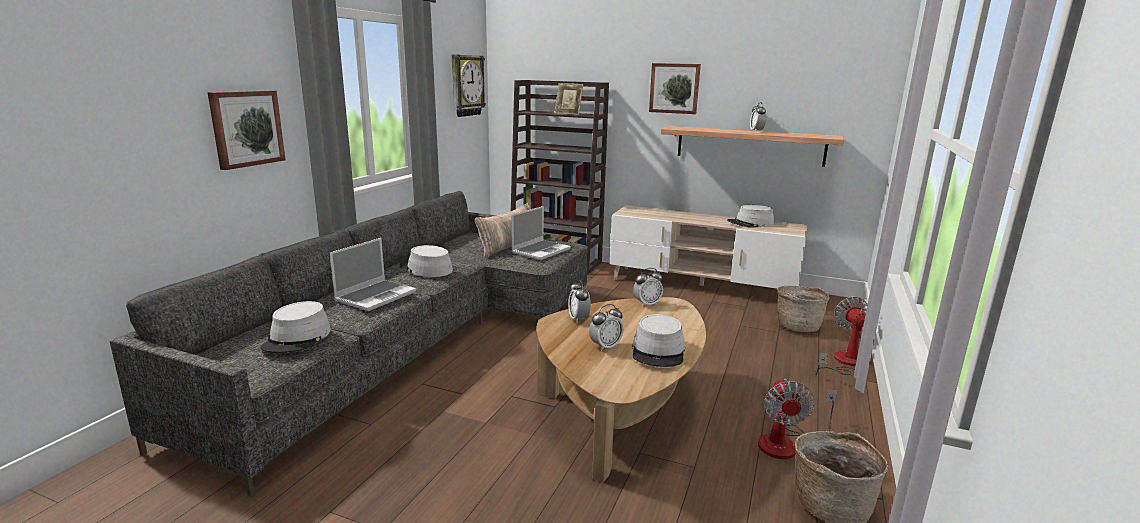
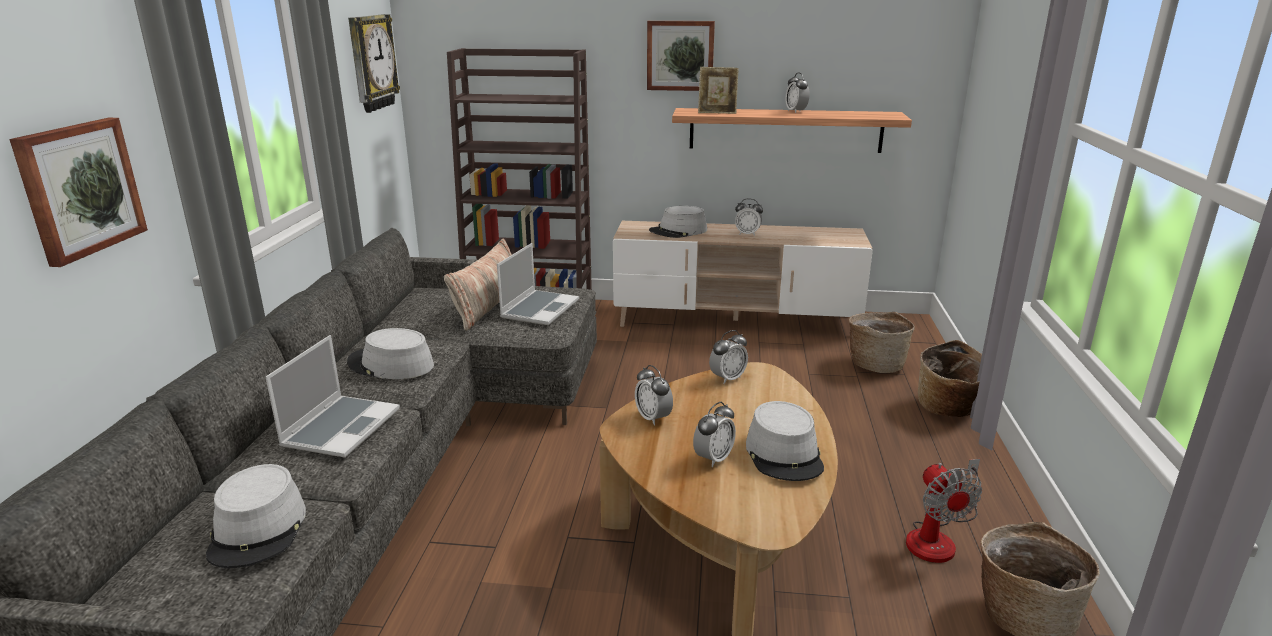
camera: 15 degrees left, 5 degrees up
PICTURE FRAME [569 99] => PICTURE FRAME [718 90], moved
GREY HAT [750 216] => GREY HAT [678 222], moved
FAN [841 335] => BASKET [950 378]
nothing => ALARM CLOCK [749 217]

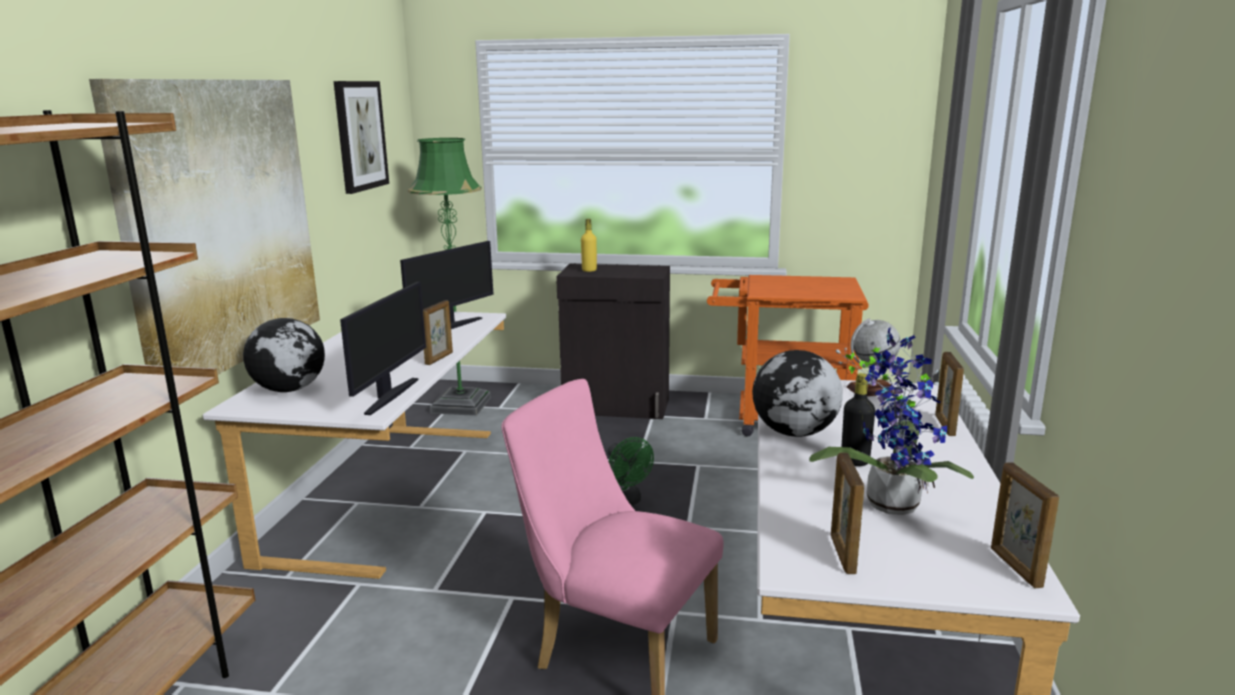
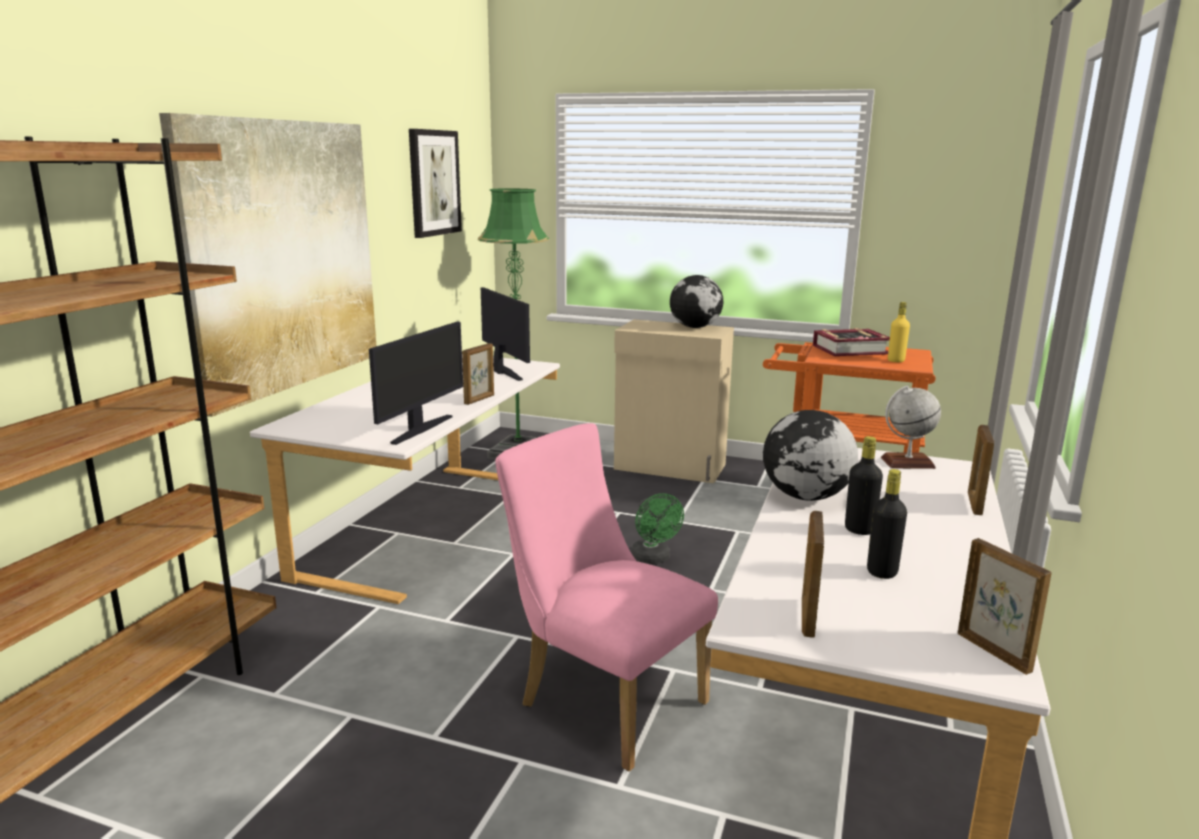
camera: 10 degrees right, 0 degrees up
GLOBE [284 355] => GLOBE [696 301], moved
MONITOR [447 285] => MONITOR [505 334], 75 degrees counterclockwise
BLACK CABINET [613 341] => BEIGE CABINET [674 401]
YELLOW BOTTLE [589 245] => YELLOW BOTTLE [899 332], moved
POTTED PLANT [891 421] => BLACK BOTTLE [887 524]
PICTURE FRAME [1025 525] => PICTURE FRAME [1005 606], 150 degrees clockwise
nothing => BOOK [851 342]

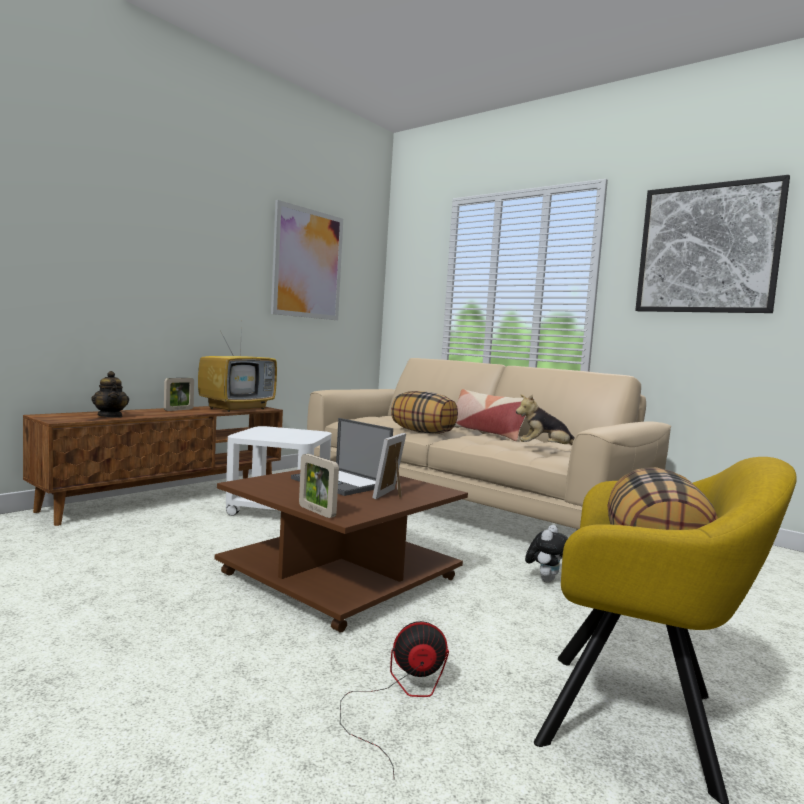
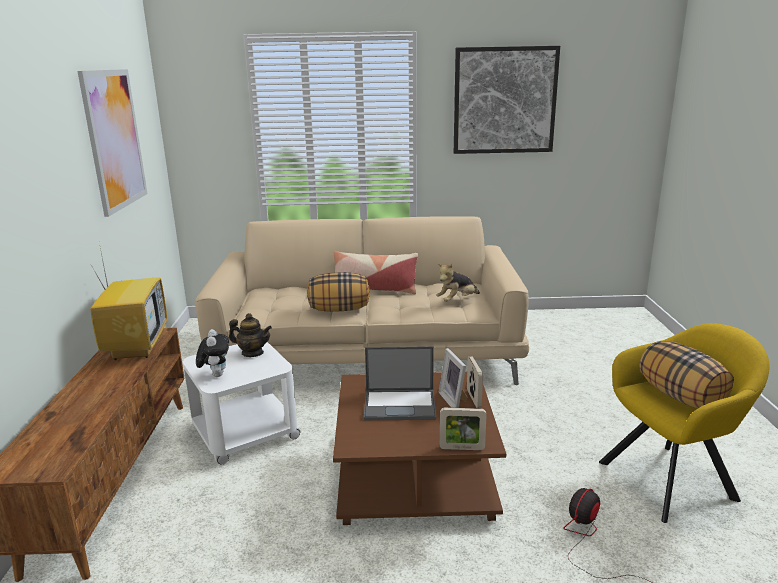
camera: 40 degrees left, 15 degrees up
TEAPOT [110 394] => TEAPOT [250 335], moved
PICTURE FRAME [179 394] => PICTURE FRAME [475 382], moved
PLUSH TOY [546 554] => PLUSH TOY [212 353], moved

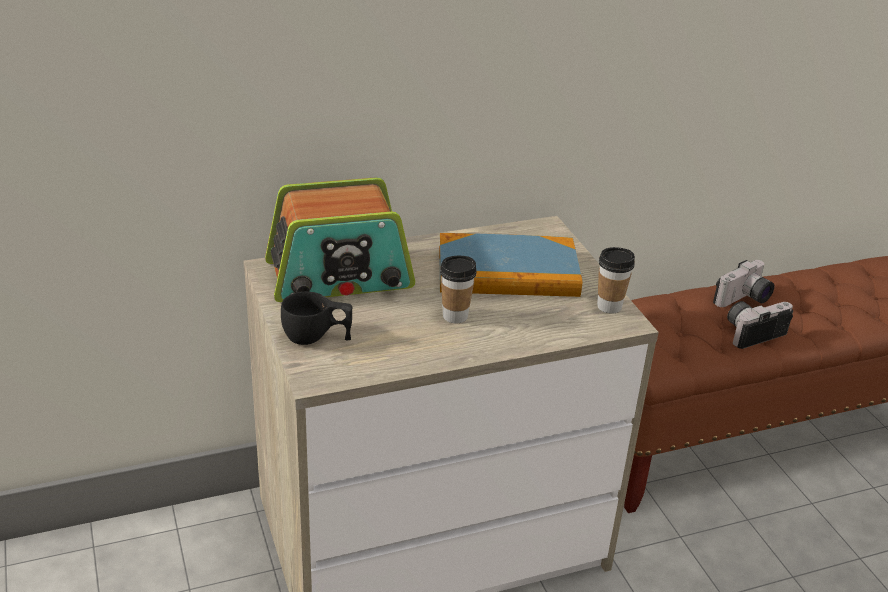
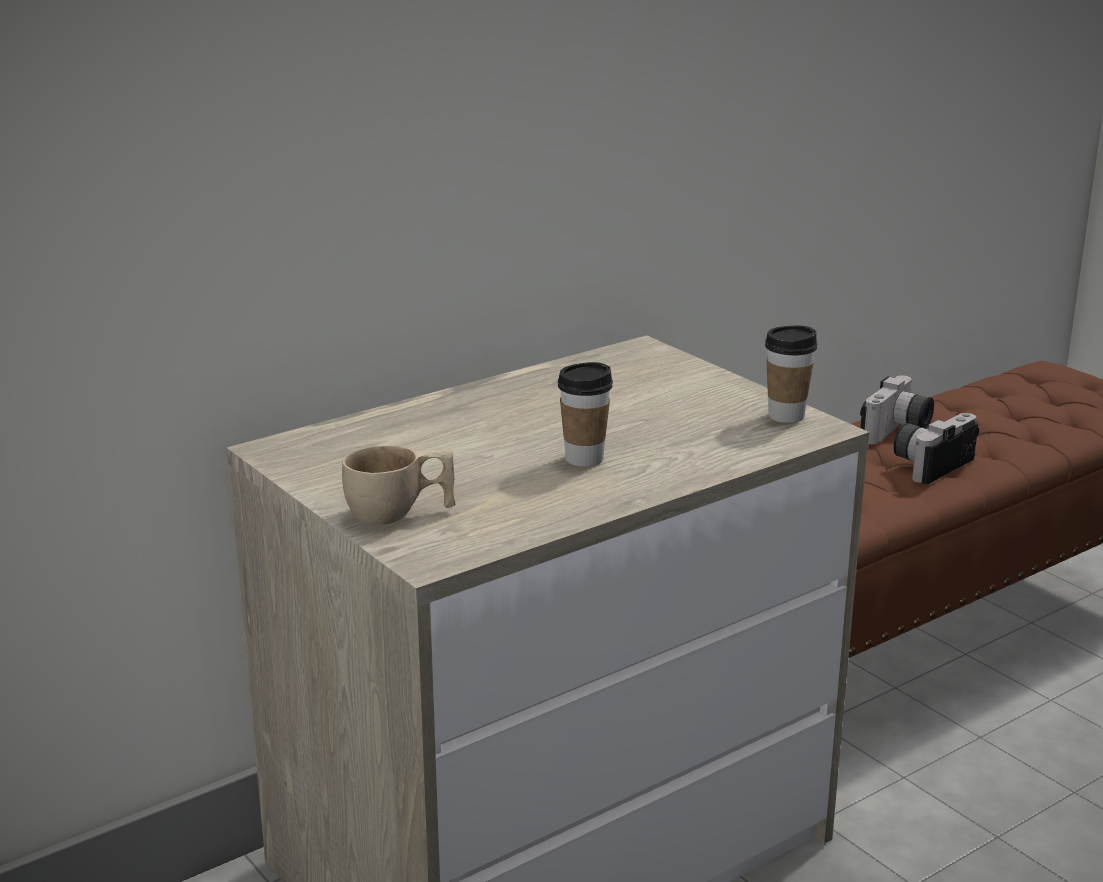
camera: 15 degrees left, 10 degrees down
RADIO [340 239] => nothing
BLACK CUP [316 318] => BEIGE CUP [398 485]
BOOK [510 265] => nothing

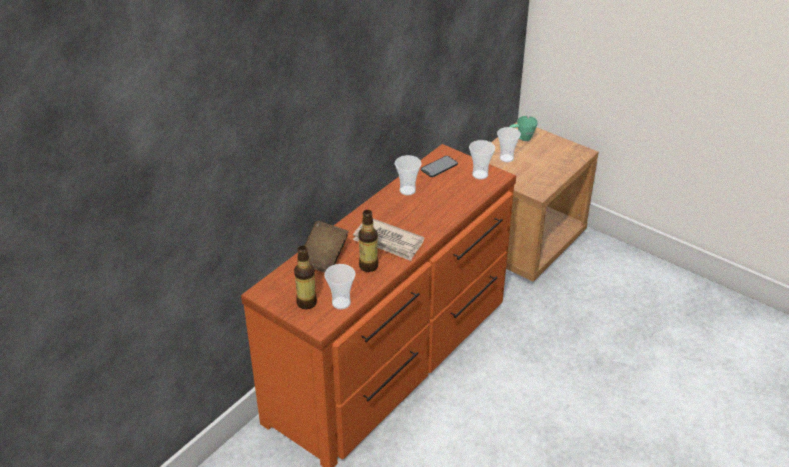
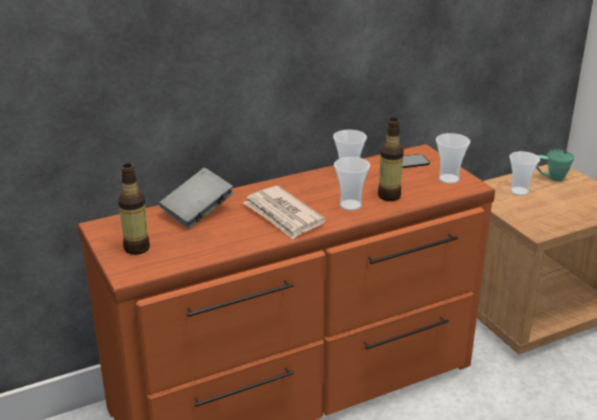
camera: 25 degrees right, 10 degrees down
BROWN BOOK [323 247] => GREY BOOK [196 198]
CUP [340 286] => CUP [352 184], moved
BOTTLE [368 241] => BOTTLE [391 159], moved

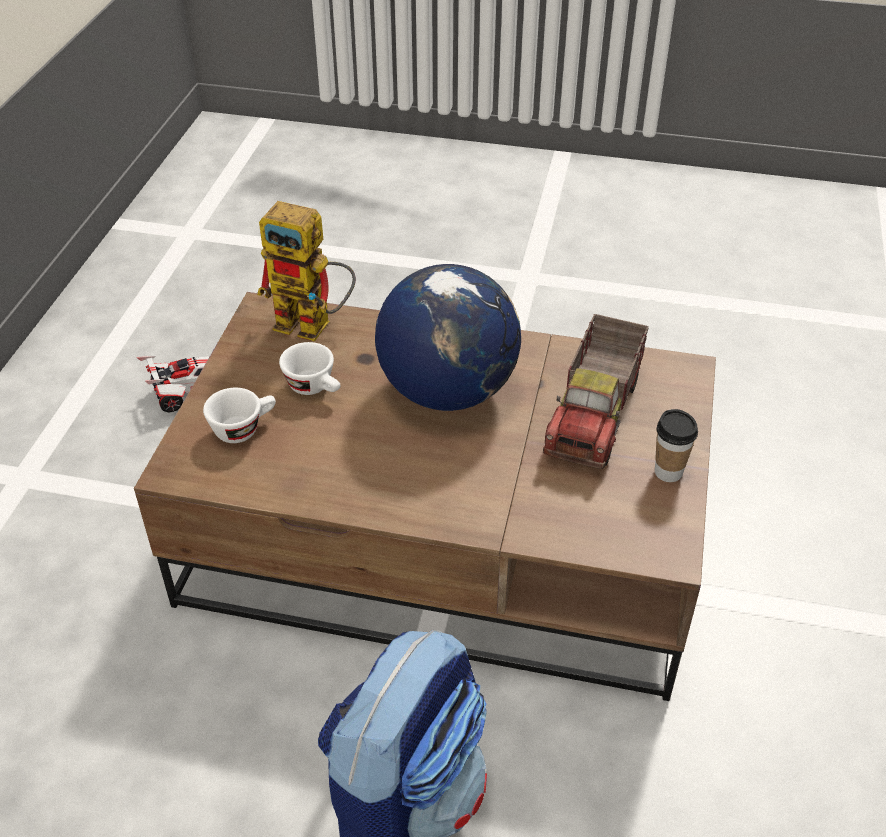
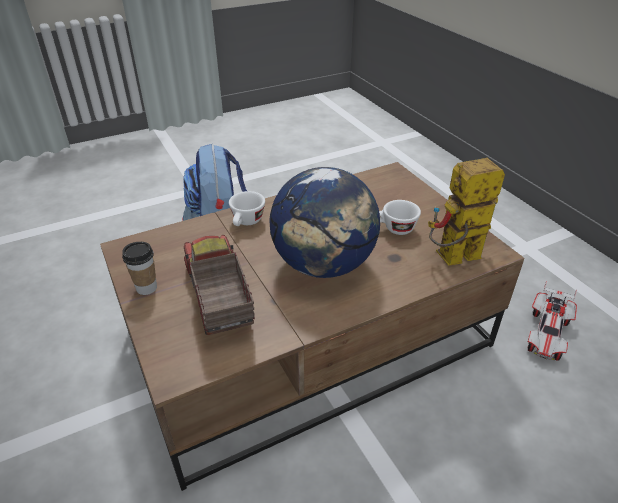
camera: 140 degrees right, 5 degrees down
WHITE CUP [239 415] => WHITE CUP [247 208], moved

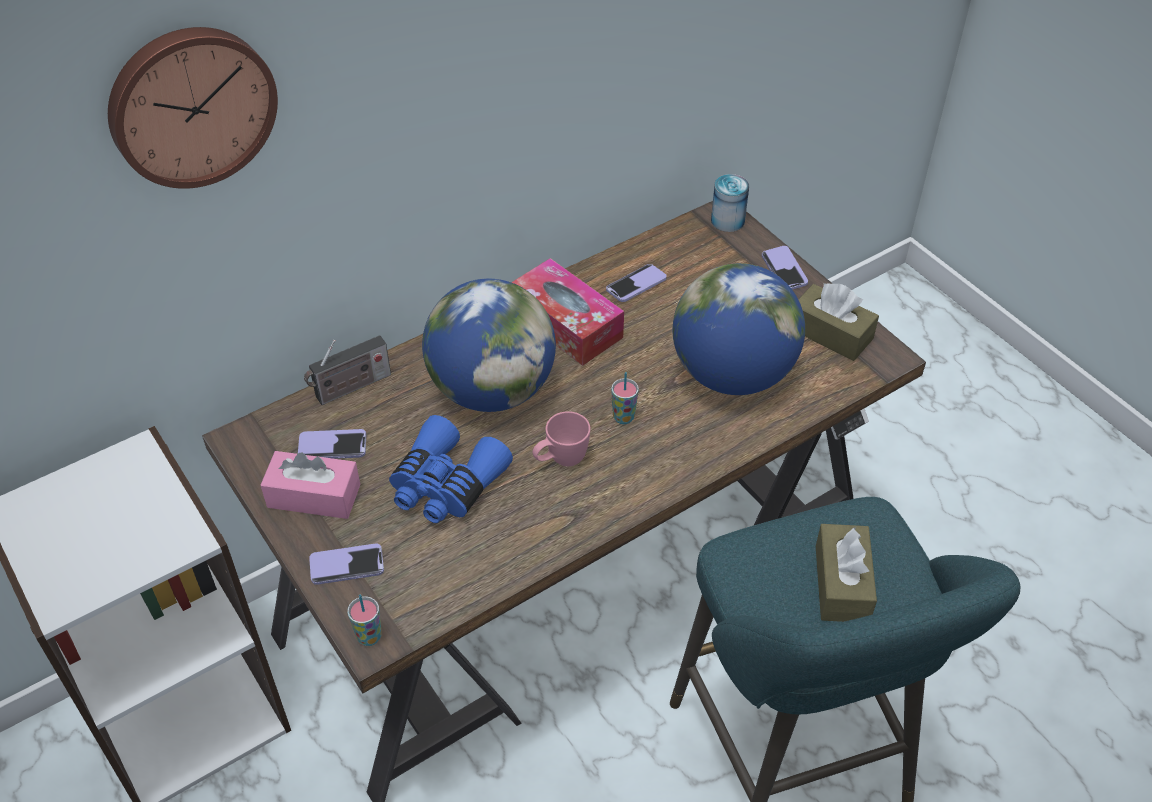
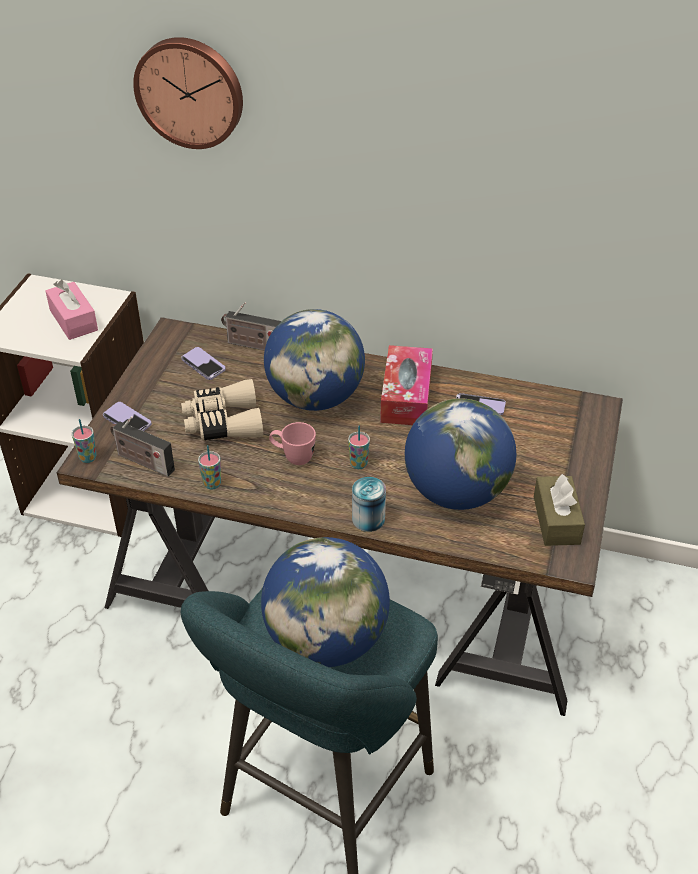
camera: 50 degrees right, 5 degrees down
PINK TISSUE BOX [311 485] => PINK TISSUE BOX [72 310], moved
BLUE BINOCULARS [451 469] => BEIGE BINOCULARS [222 410]
CAN [730 203] => CAN [369 504], moved
PHONE [785 268] => nothing
BROWN TISSUE BOX [846 573] => GLOBE [325 602]
nothing => RADIO [142 446]
nothing => CUP [209 467]

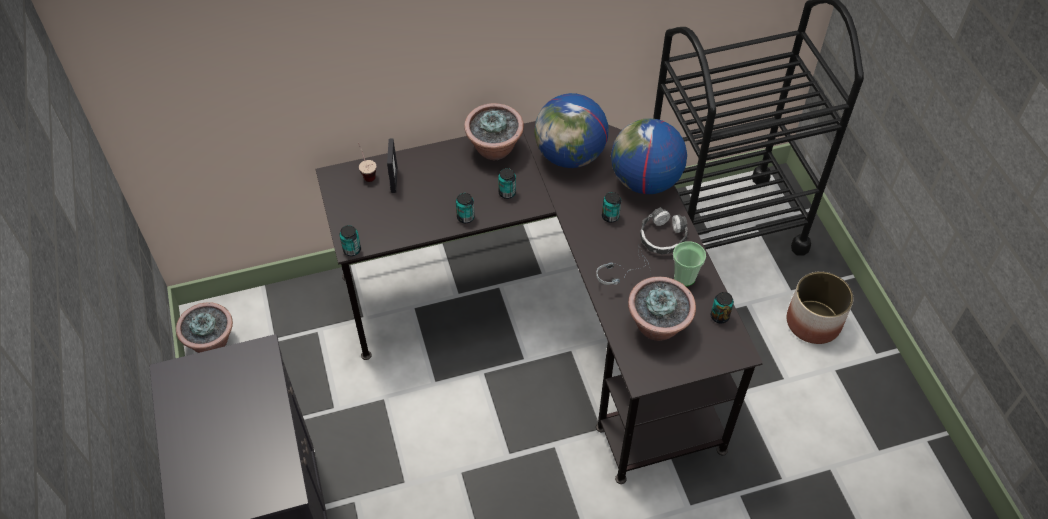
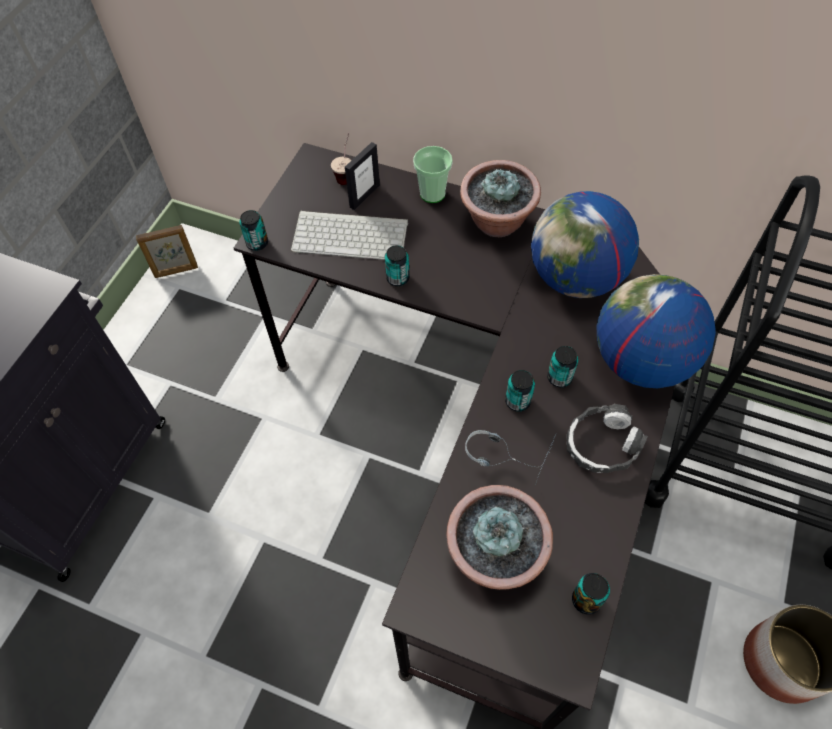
camera: 40 degrees right, 5 degrees up
POTTED PLANT [204 327] => PICTURE FRAME [167 251]
CAN [507 183] => CAN [520 391], moved
CUP [689 263] => CUP [433 174], moved
nothing => KEYBOARD [349 235]

